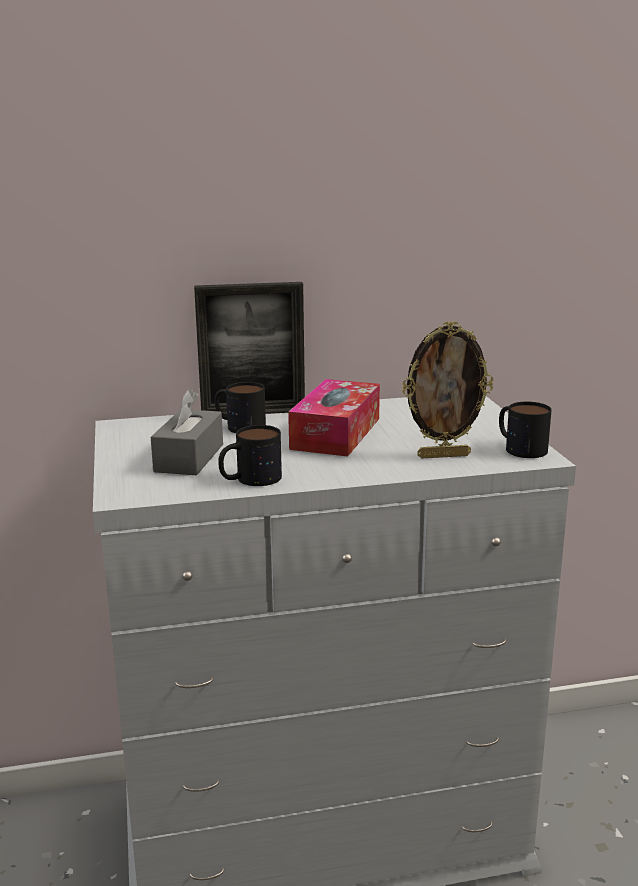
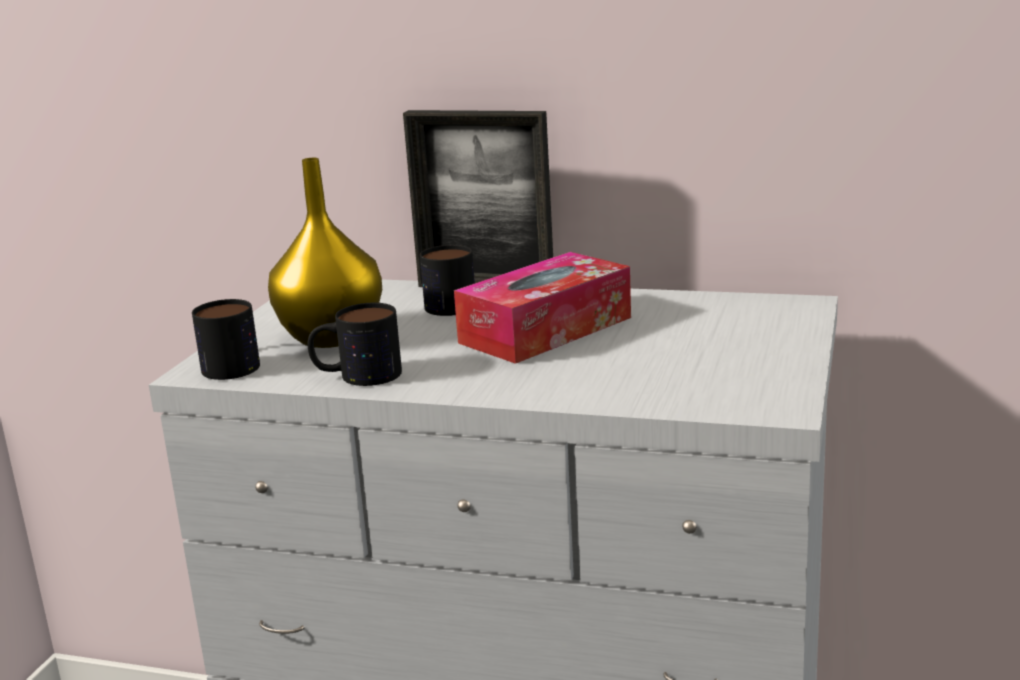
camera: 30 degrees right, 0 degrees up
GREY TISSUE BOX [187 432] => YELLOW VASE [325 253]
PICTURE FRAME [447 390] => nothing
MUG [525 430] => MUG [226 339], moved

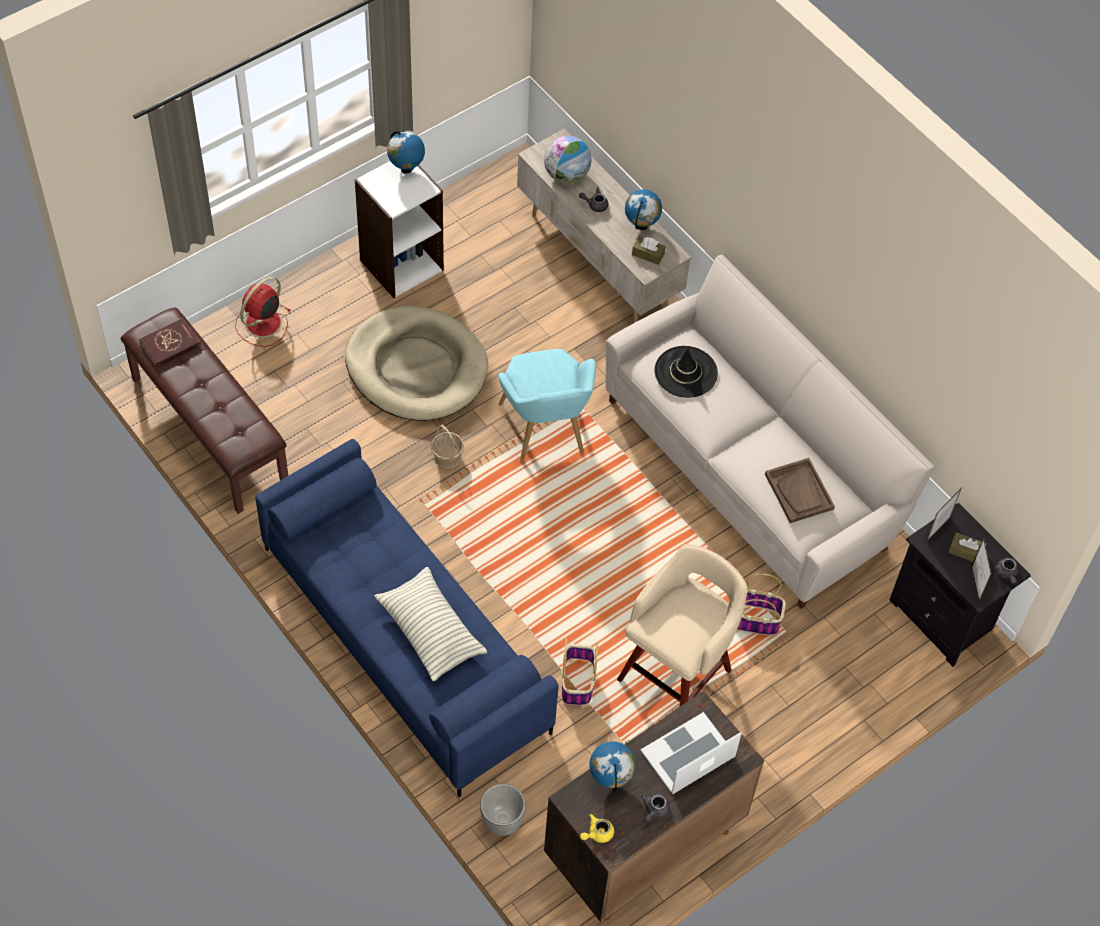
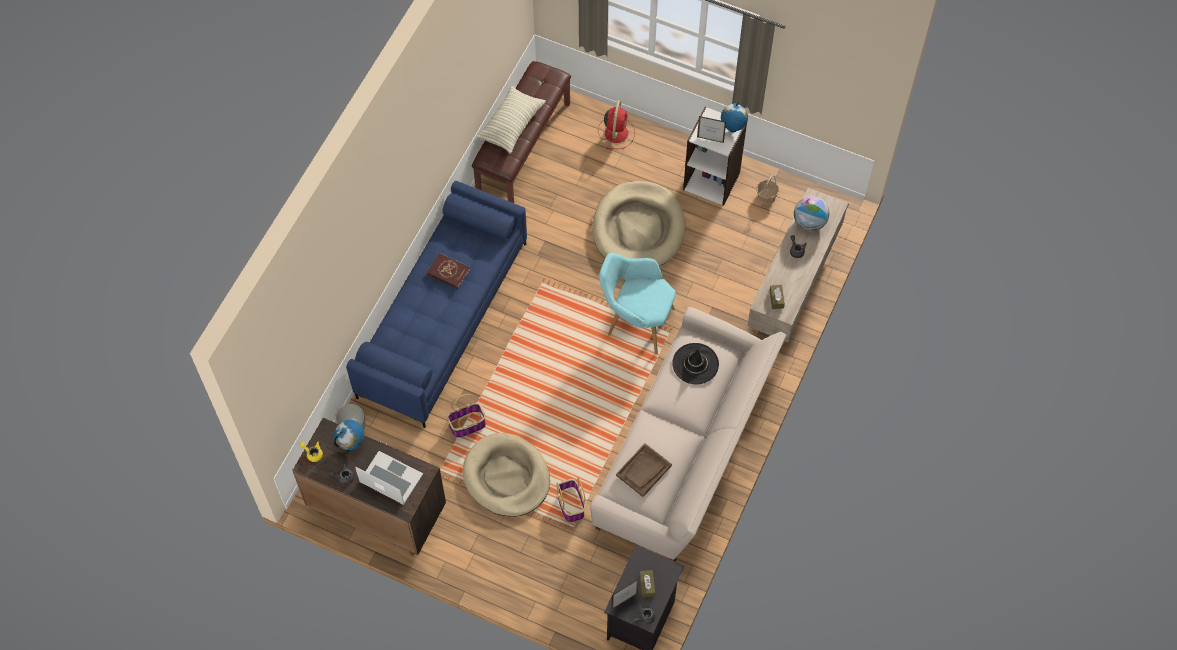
camera: 65 degrees right, 5 degrees up
RED BOOK [170 342] => RED BOOK [448 271], moved
RED FAN [262 312] => RED FAN [616 124], 90 degrees clockwise
PILLOW [431 624] => PILLOW [511 120], moved
BASKET [447 447] => BASKET [767 190], moved
TURQUOISE ARMCHAIR [547 406] => TURQUOISE ARMCHAIR [637 303], 60 degrees clockwise
BEIGE STOOL [682 625] => BEIGE DOG BED [506 475]
GLOBE [643 209] => nothing
PICTURE FRAME [944 515] => PICTURE FRAME [711 129], moved

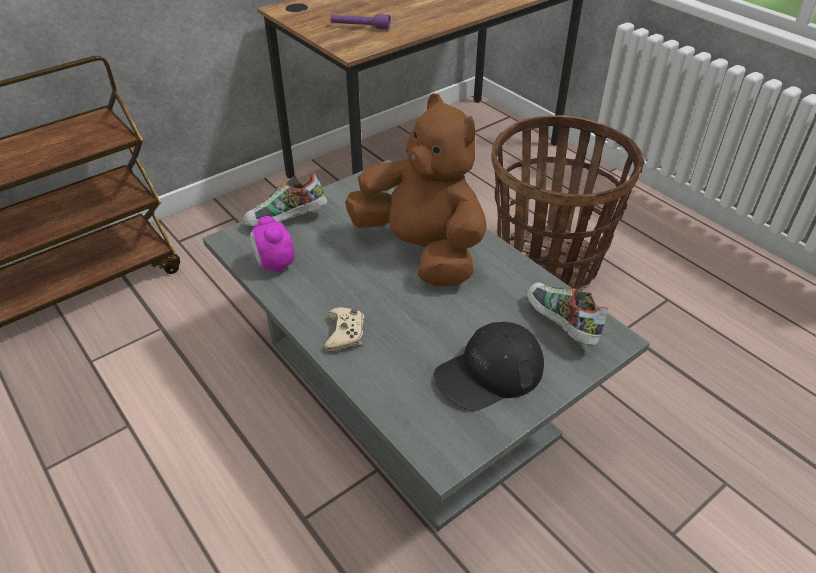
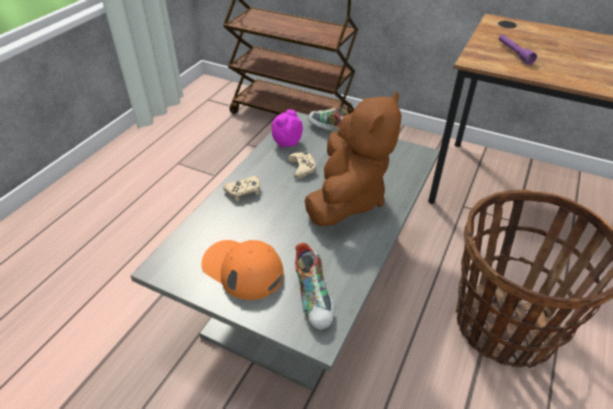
camera: 65 degrees right, 0 degrees up
BLACK CAP [489 366] => ORANGE CAP [242 270]
SHOE [567 314] => SHOE [314 286], 135 degrees clockwise
nothing => BEIGE GAME CONTROLLER [302 165]

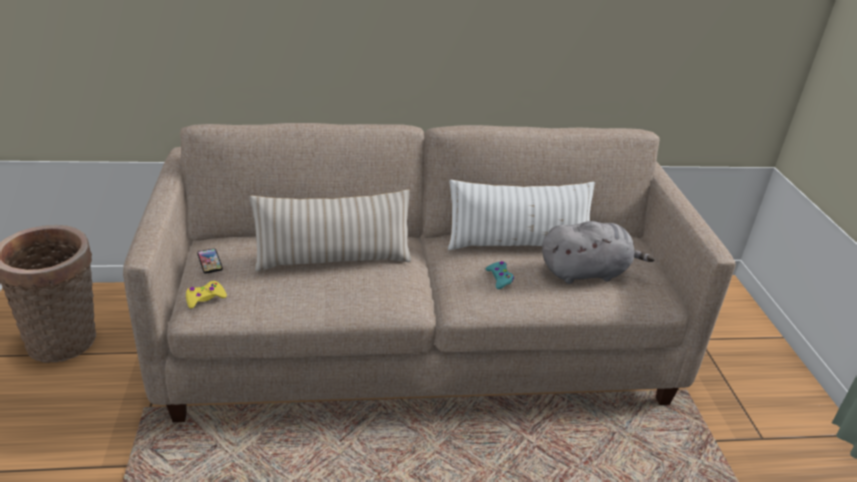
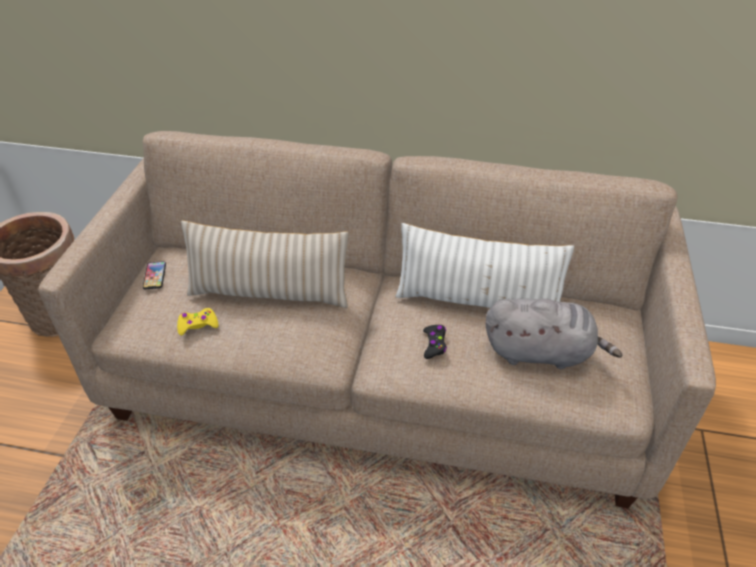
camera: 20 degrees right, 10 degrees up
YELLOW GAME CONTROLLER [206 295] => YELLOW GAME CONTROLLER [198 322], moved
TURQUOISE GAME CONTROLLER [499 275] => BLACK GAME CONTROLLER [435 342]

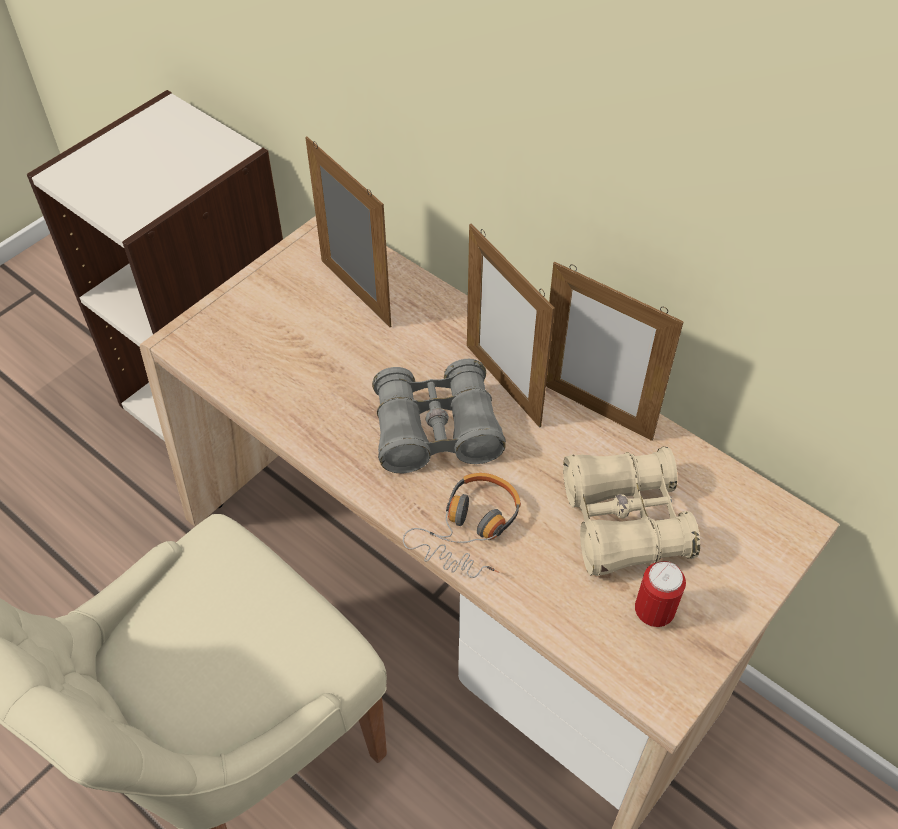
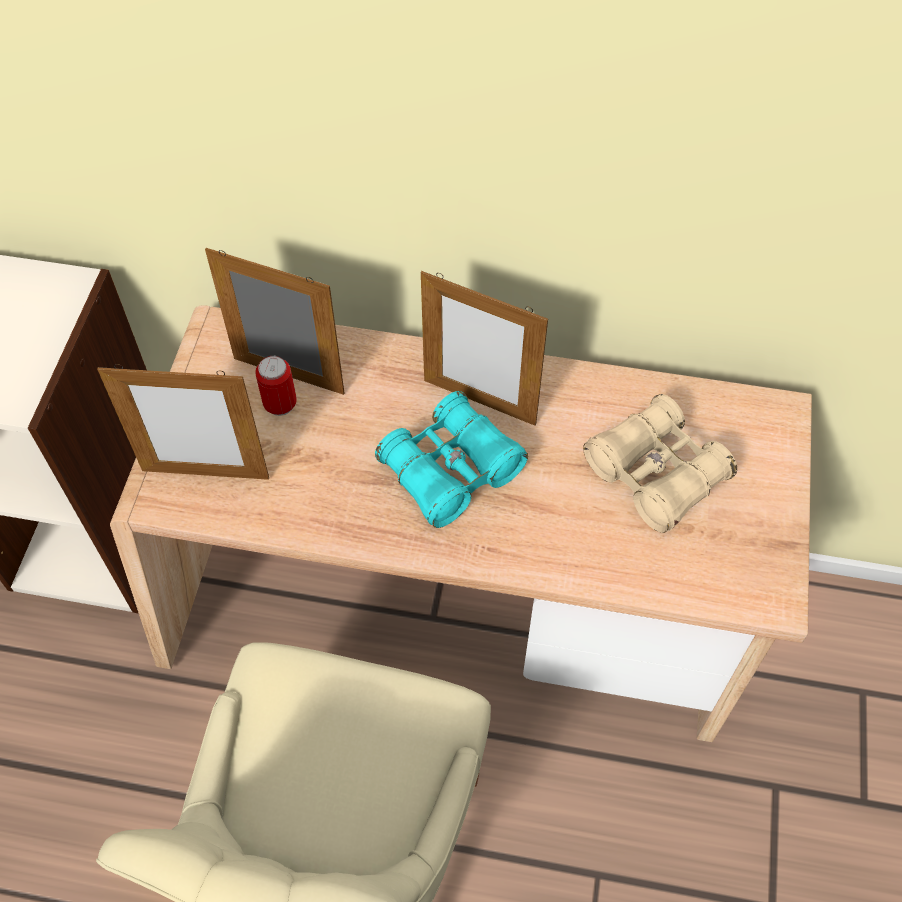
camera: 30 degrees left, 5 degrees up
GREY BINOCULARS [439 416] => TURQUOISE BINOCULARS [451 459]
HEADPHONES [462 525] => nothing
PICTURE FRAME [615 351] => PICTURE FRAME [183 422], moved
CAN [660 594] => CAN [276 386], moved

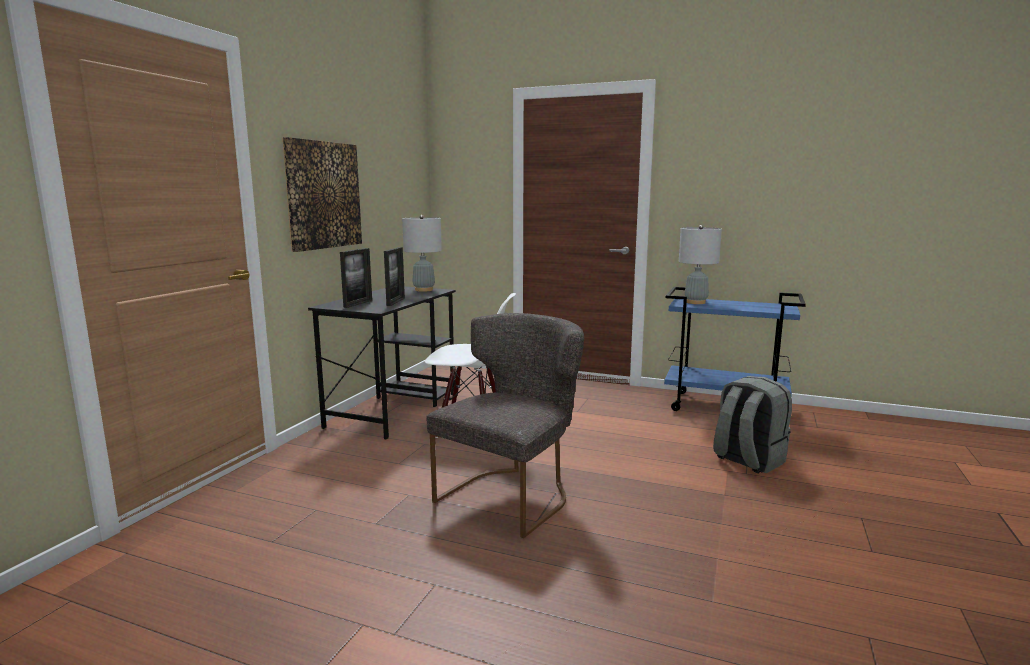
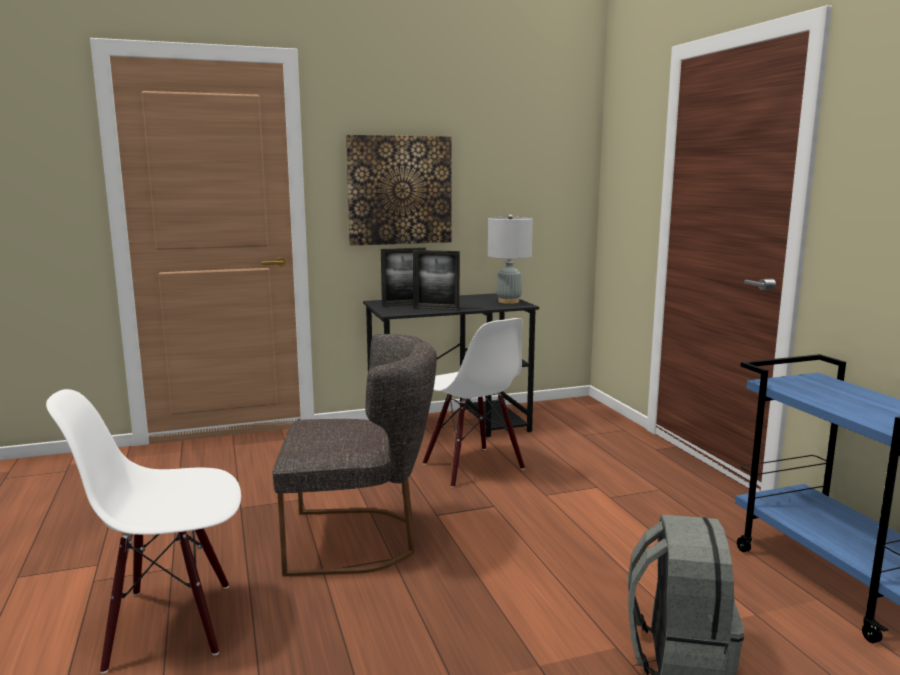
camera: 50 degrees right, 0 degrees up
PICTURE FRAME [394 276] => PICTURE FRAME [436 280], 45 degrees clockwise
GREY TABLE LAMP [700 264] => nothing
nothing => WHITE CHAIR [143 531]

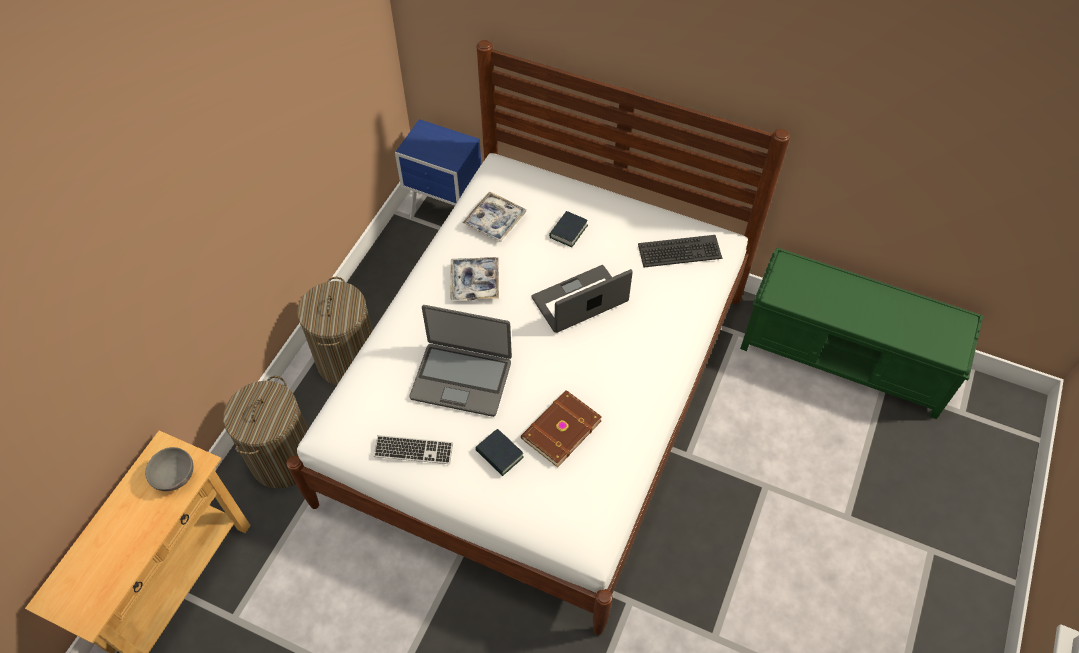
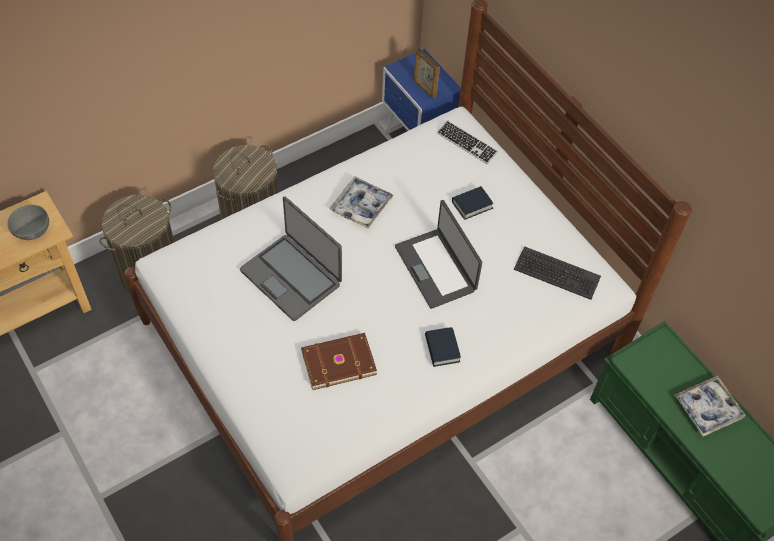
camera: 30 degrees right, 0 degrees up
KEYBOARD [413 449] => KEYBOARD [467 142], moved
TRAY [494 216] => TRAY [710 406], moved
BOOK [499 452] => BOOK [443 347], moved
LAPTOP [582 299] => LAPTOP [438 254], 120 degrees counterclockwise
nothing => PICTURE FRAME [426 73]

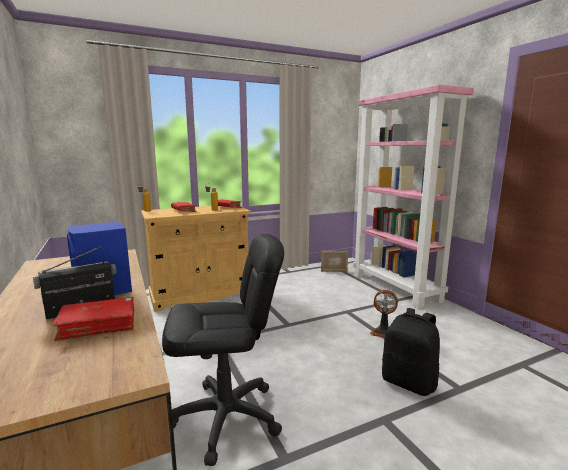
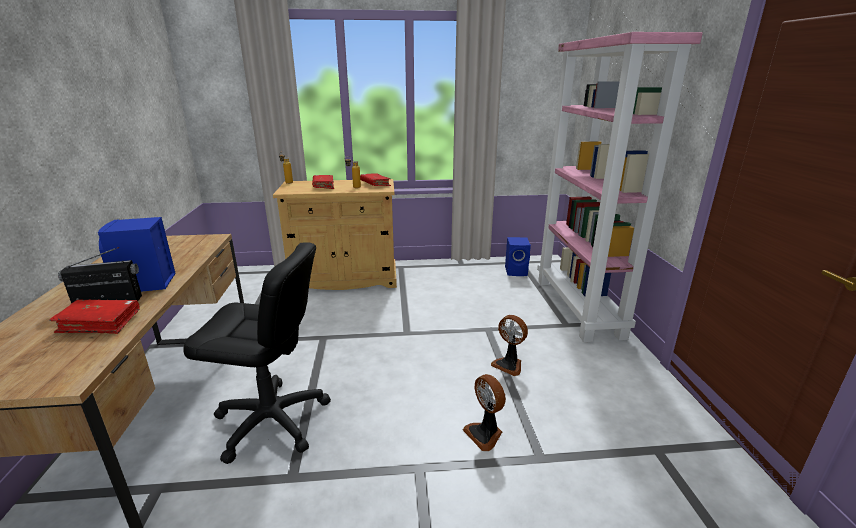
camera: 20 degrees right, 10 degrees up
PICTURE FRAME [334 261] => BLUE SPEAKER [518 256]
BLACK BACKPACK [411 352] => FAN [484 412]

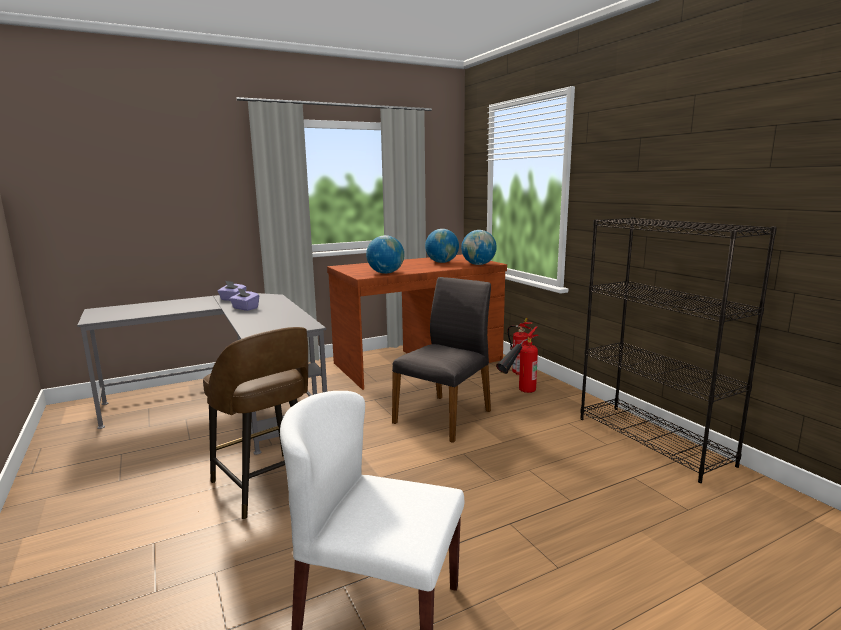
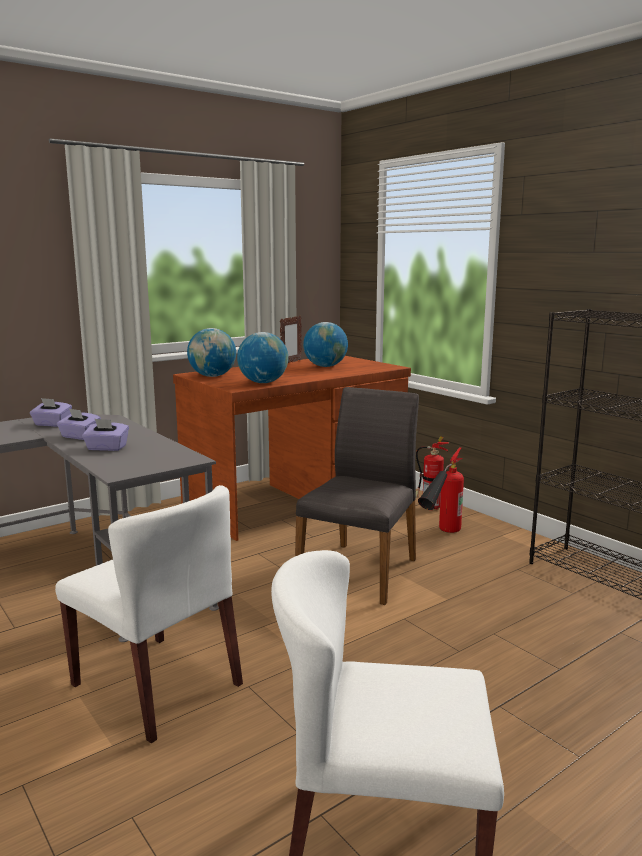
camera: 10 degrees left, 0 degrees up
BROWN STOOL [255 423] => WHITE CHAIR [149 614]
GLOBE [479 247] => GLOBE [211 352], moved
nothing => PURPLE TISSUE BOX [105 435]
nothing => PICTURE FRAME [291 339]

